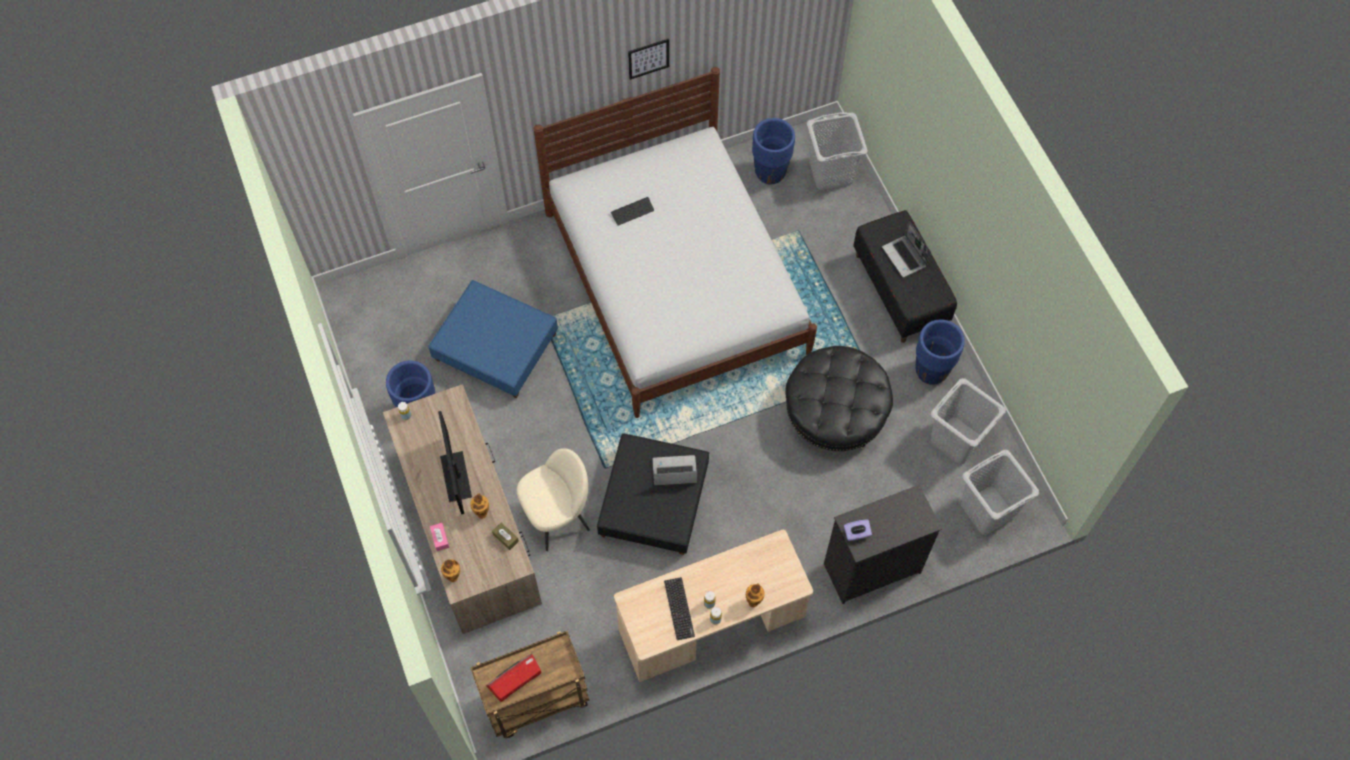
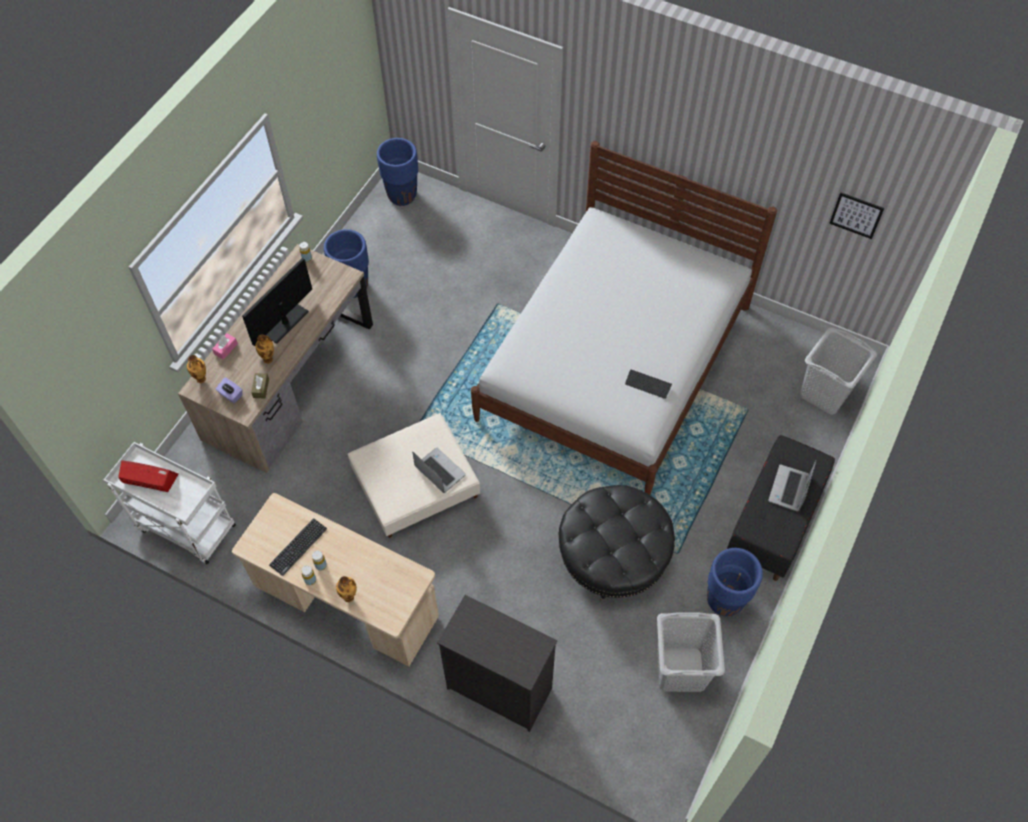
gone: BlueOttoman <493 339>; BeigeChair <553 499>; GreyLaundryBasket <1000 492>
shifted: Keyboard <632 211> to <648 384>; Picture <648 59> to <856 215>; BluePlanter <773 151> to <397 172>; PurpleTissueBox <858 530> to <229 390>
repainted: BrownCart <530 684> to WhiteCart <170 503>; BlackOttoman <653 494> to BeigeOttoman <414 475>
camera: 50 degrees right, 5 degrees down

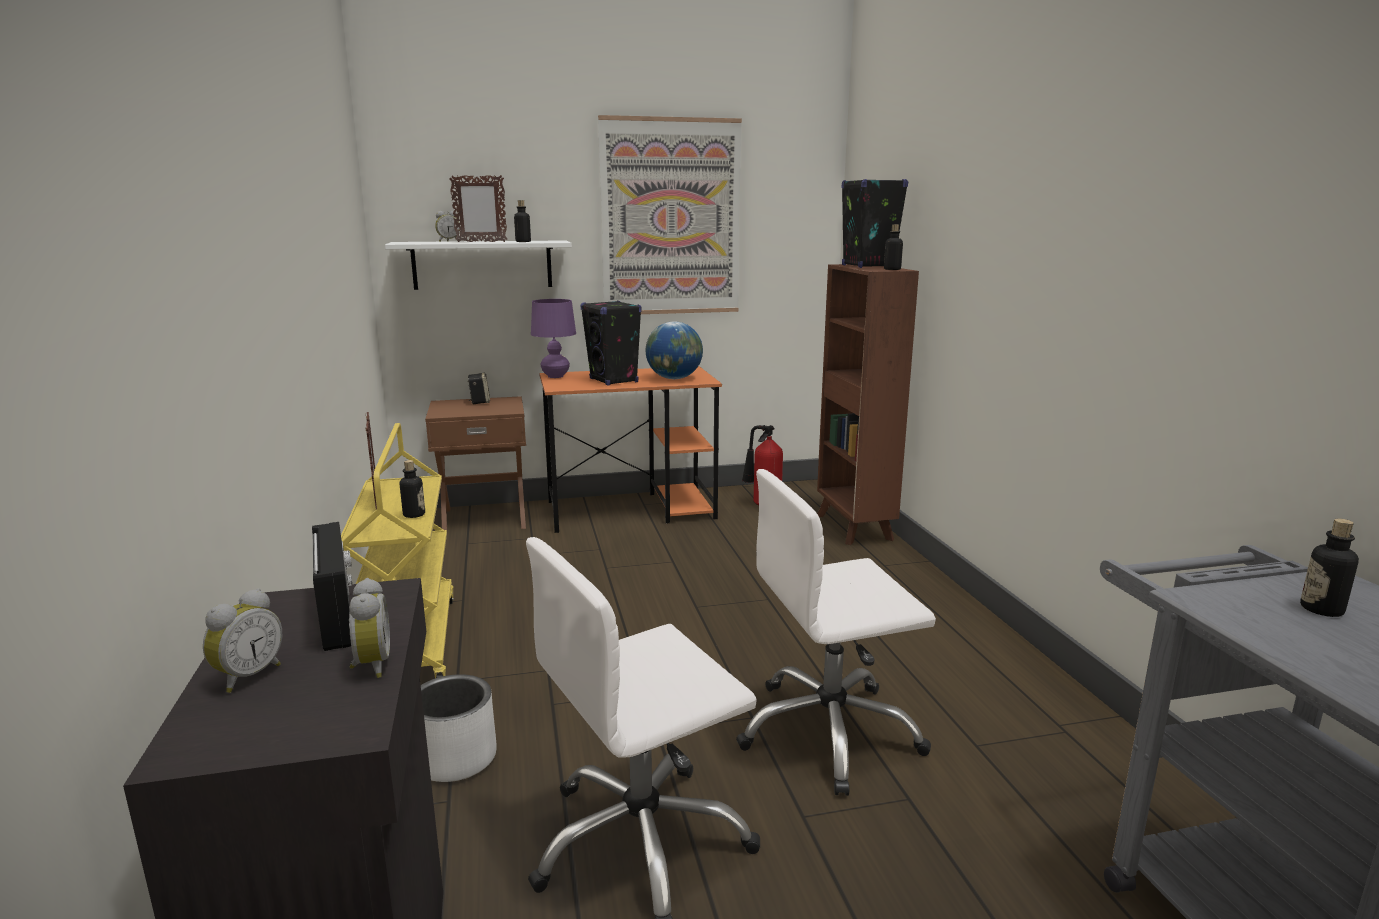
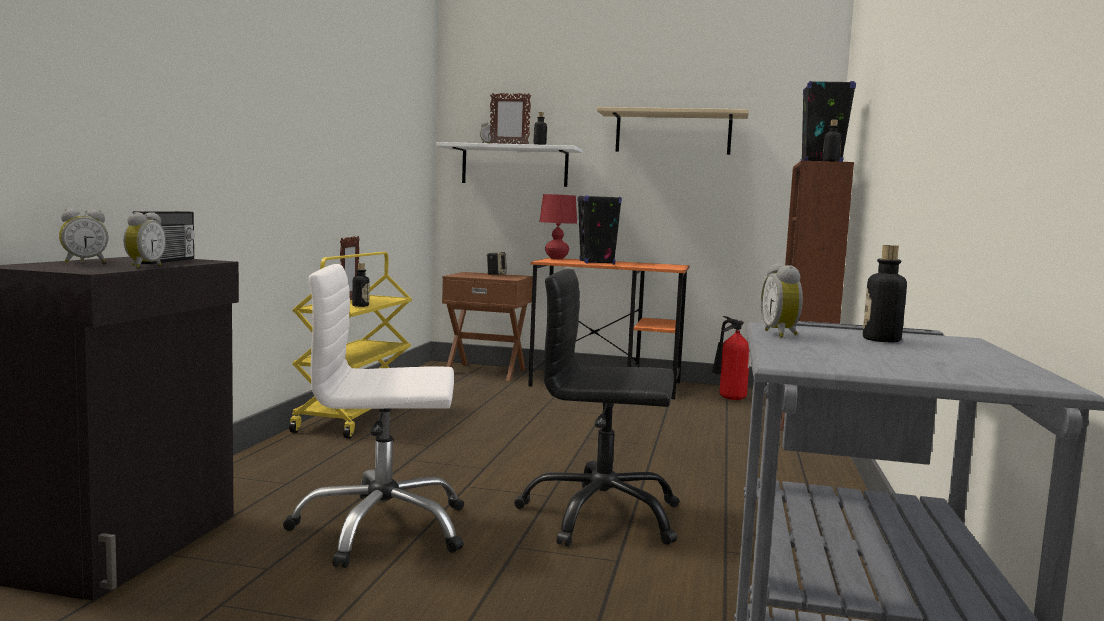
gone: WhitePlanter <459 728>; Globe <674 350>
new: AlarmClock <782 300>
swapped: Picture <670 214> to BeigeShelf <673 131>
repainted: PurpleTableLamp <553 338> to RedTableLamp <558 226>; WhiteOfficeChair <836 632> to BlackOfficeChair <596 408>
camera: 25 degrees right, 10 degrees down

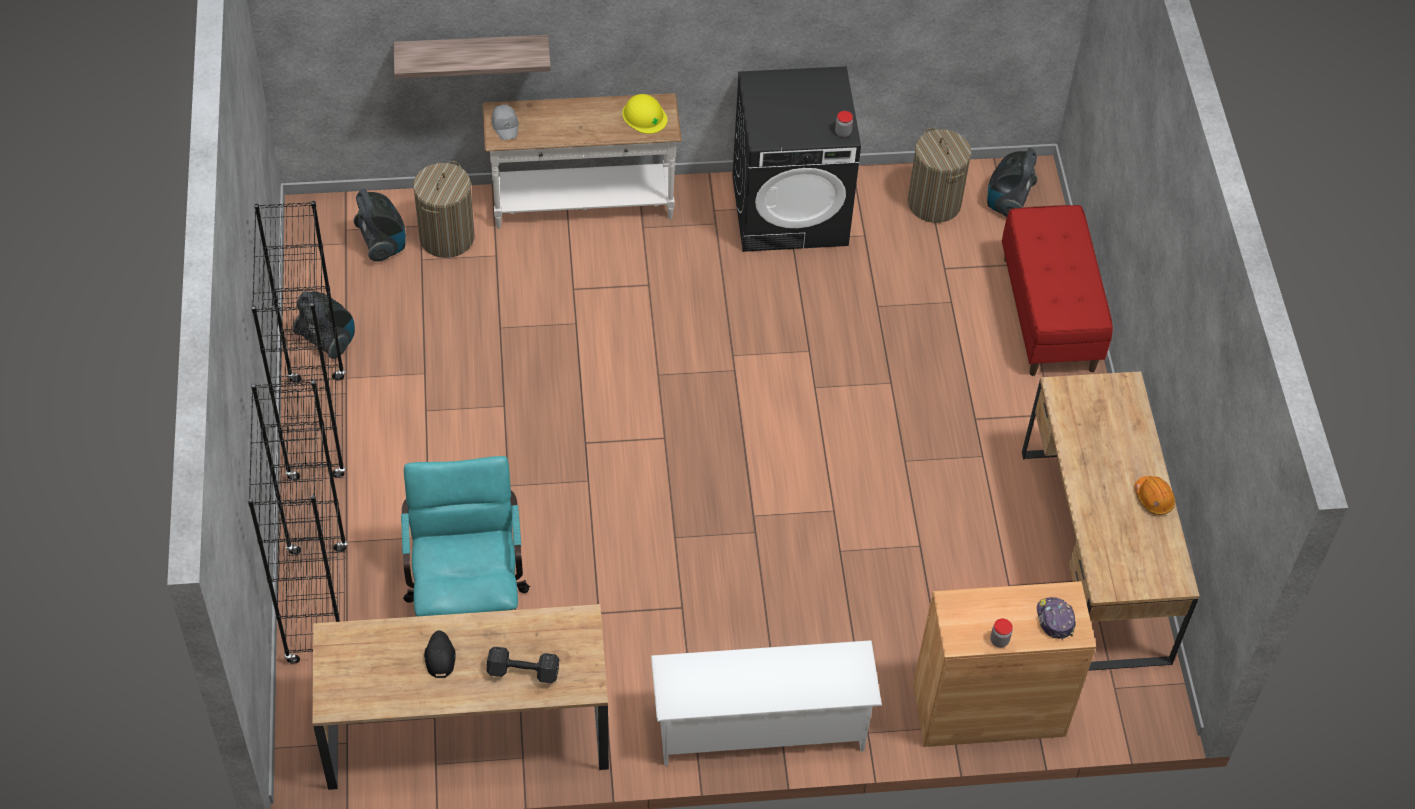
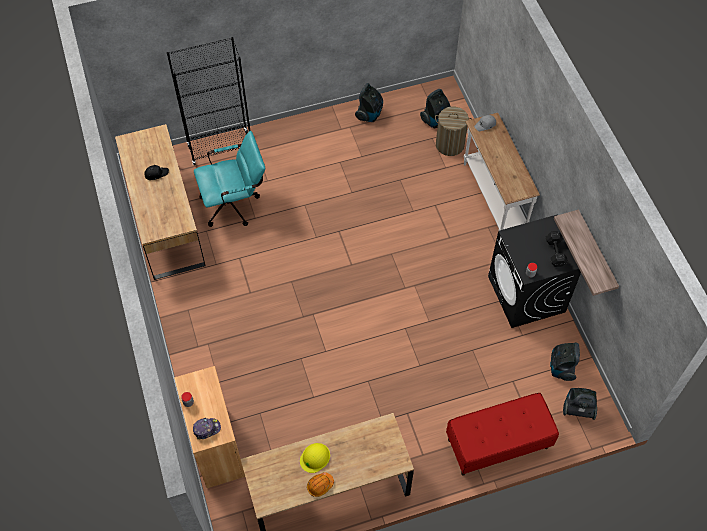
gone: BlackBookcase <298 341>; WhiteShoeRack <766 703>
shifted: Shelf <472 57> to <586 253>; BlackDumbbell <522 665> to <557 249>; YellowHardHat <645 114> to <315 458>
swapped: LaundryBasket <939 175> to VacuumCleaner <565 362>
camera: 80 degrees right, 5 degrees up

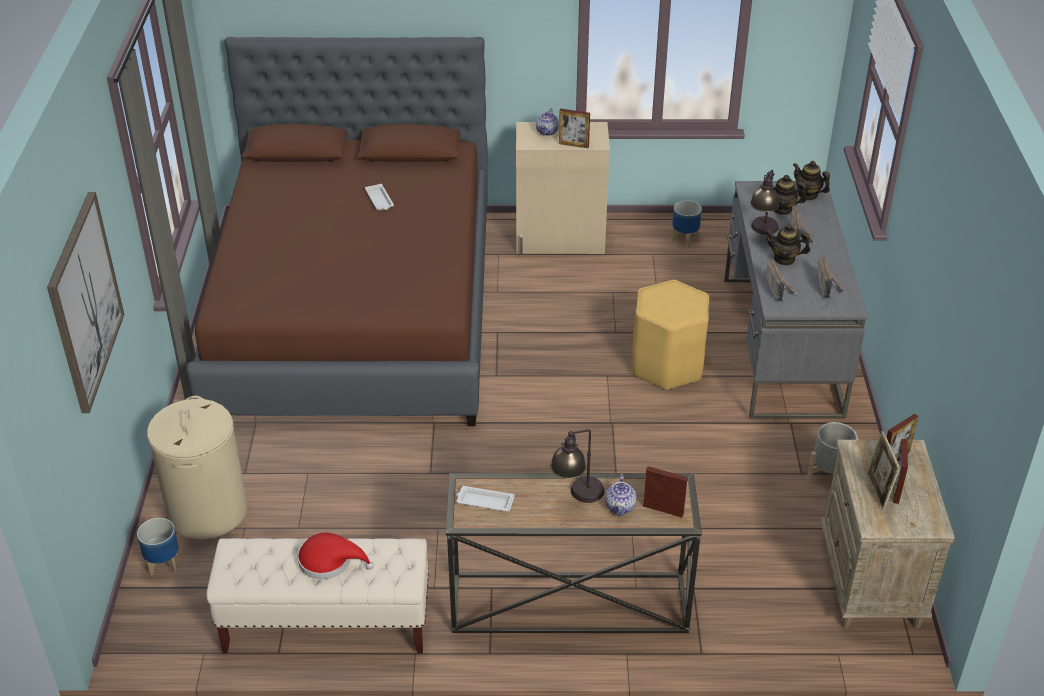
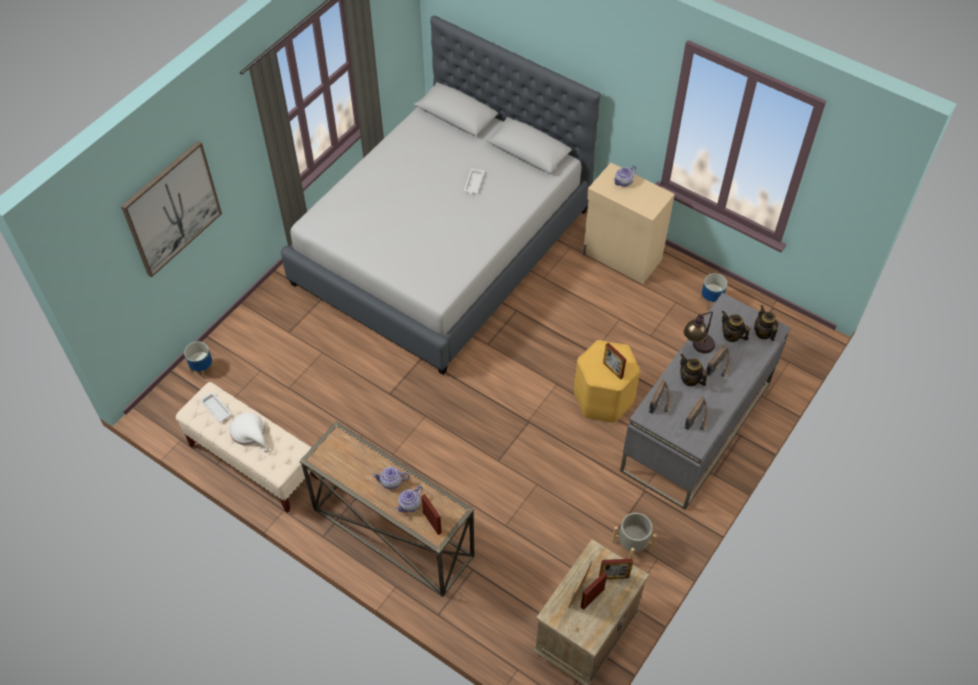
gone: BeigeLaundryBasket <197 467>
shifted: WhiteTray <485 499> to <216 407>; PictureFrame <574 128> to <614 361>
swapped: TableLamp <577 466> to Teapot <391 478>
repainted: BrownBed <337 231> to GreyBed <441 195>; RedHat <336 556> to WhiteHat <249 433>
camera: 35 degrees right, 15 degrees up

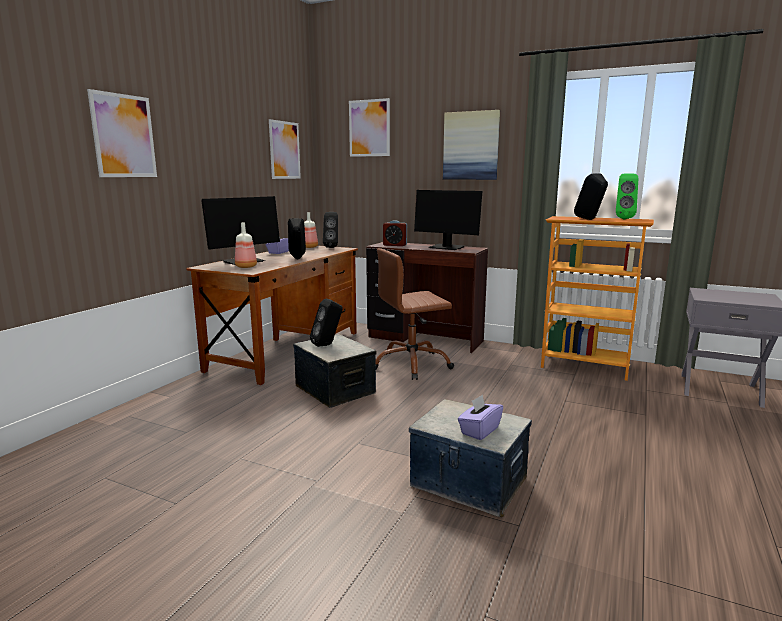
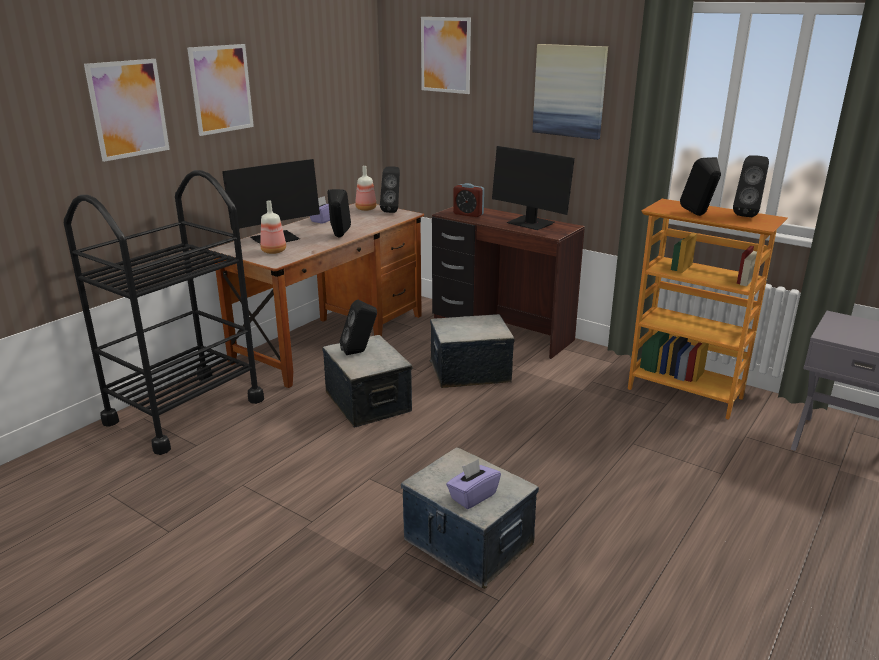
new: BlackCart <164 312>
shifted: Picture <285 149> to <220 90>
swapped: BrownOfficeChair <415 314> to StorageBox <472 351>
repainted: GreenSpeaker <627 196> to BlackSpeaker <751 186>
camera: 10 degrees right, 10 degrees up

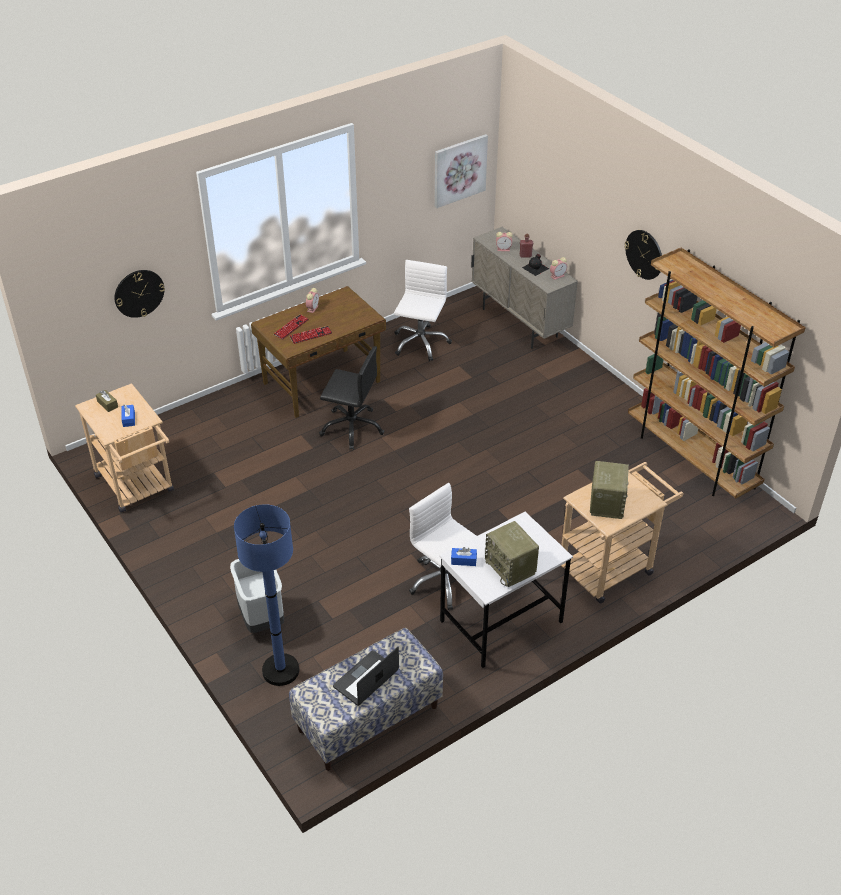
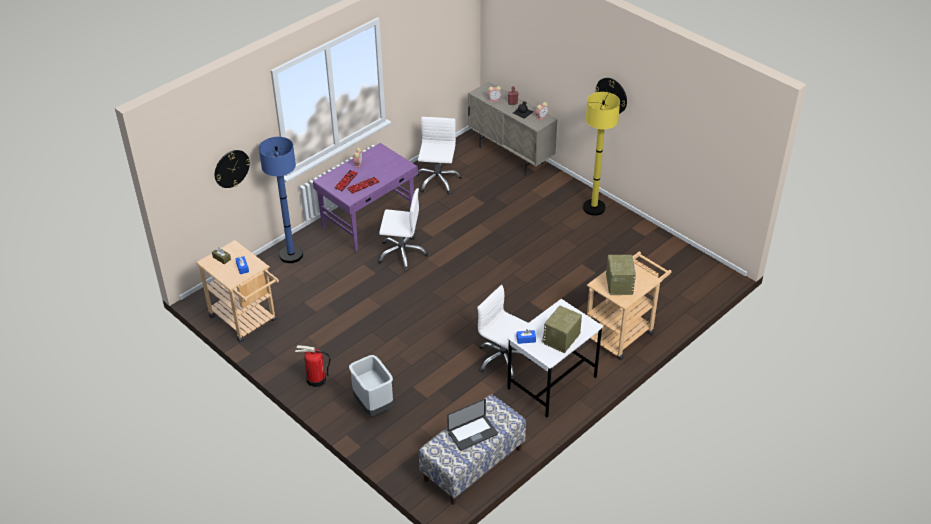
gone: Picture <461 171>; BrownBookcase <717 373>
new: FireExtinguisher <313 366>; YellowFloorLamp <601 154>
shifted: BlueFloorLamp <266 595> to <281 200>
repainted: BrownDesk <318 352> to PurpleDesk <365 197>; BlackOfficeChair <352 398> to WhiteOfficeChair <403 229>
rotated: Laptop <366 676> = <472 425> 150 degrees counterclockwise; Radio <512 554> = <562 329> 75 degrees clockwise
camera: 10 degrees left, 0 degrees up

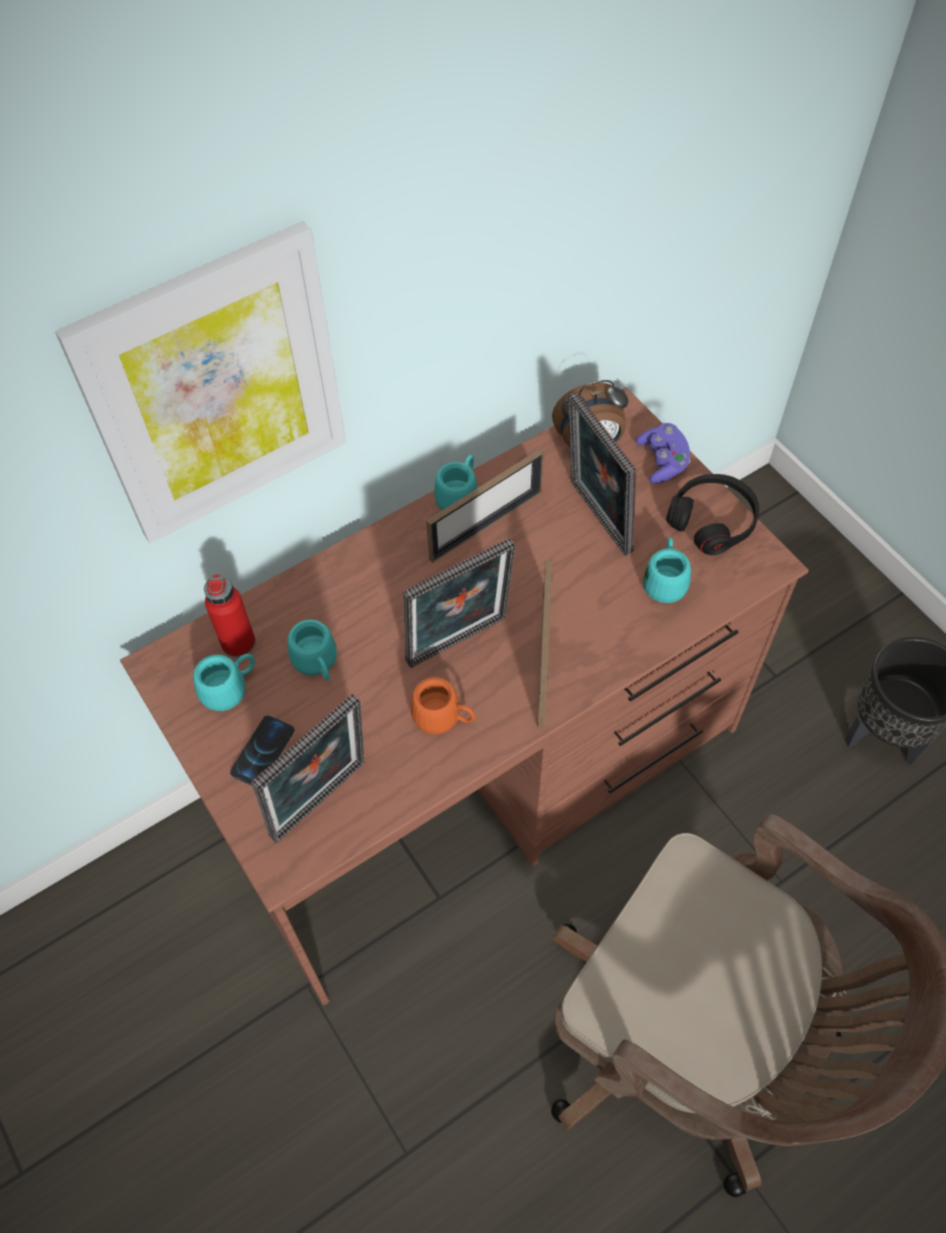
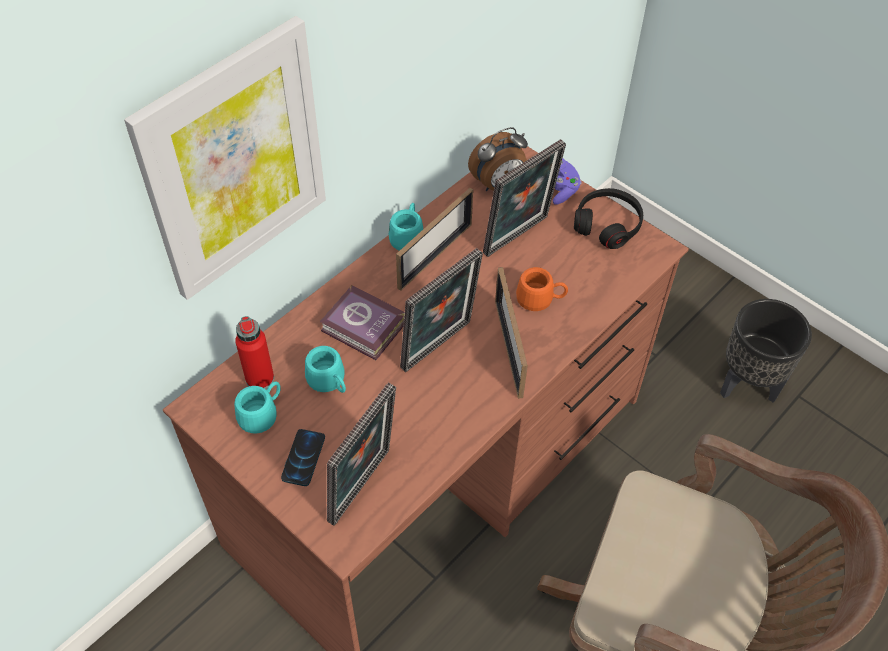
gone: TurquoiseMug <667 570>
new: Book <362 322>
shifted: OrangeMug <443 705> to <542 289>
rotated: PictureFrame <602 474> = <524 198> 90 degrees counterclockwise
camera: 15 degrees left, 5 degrees down

